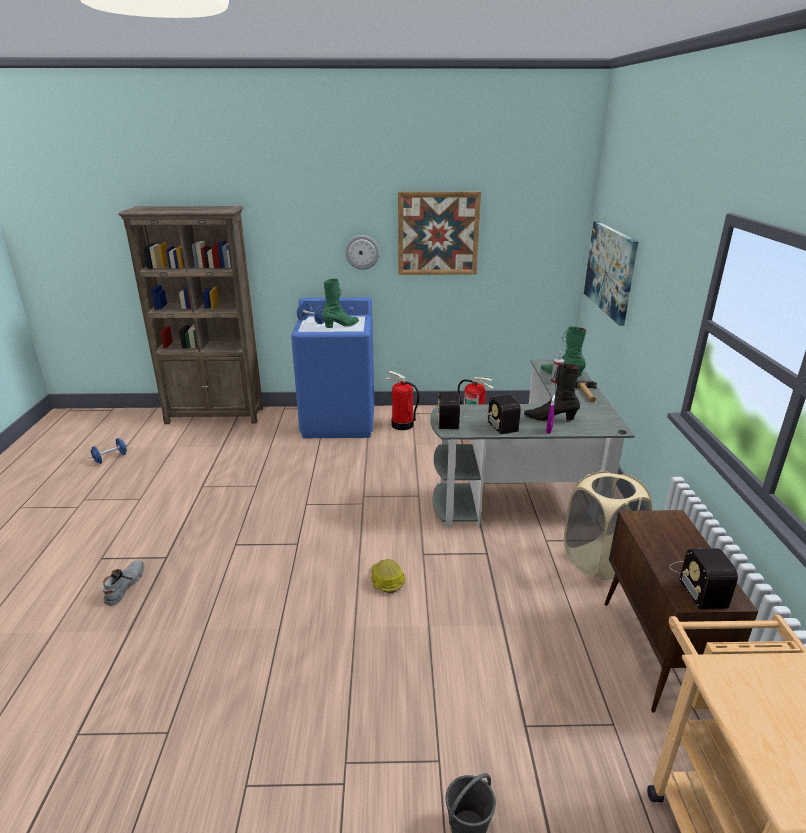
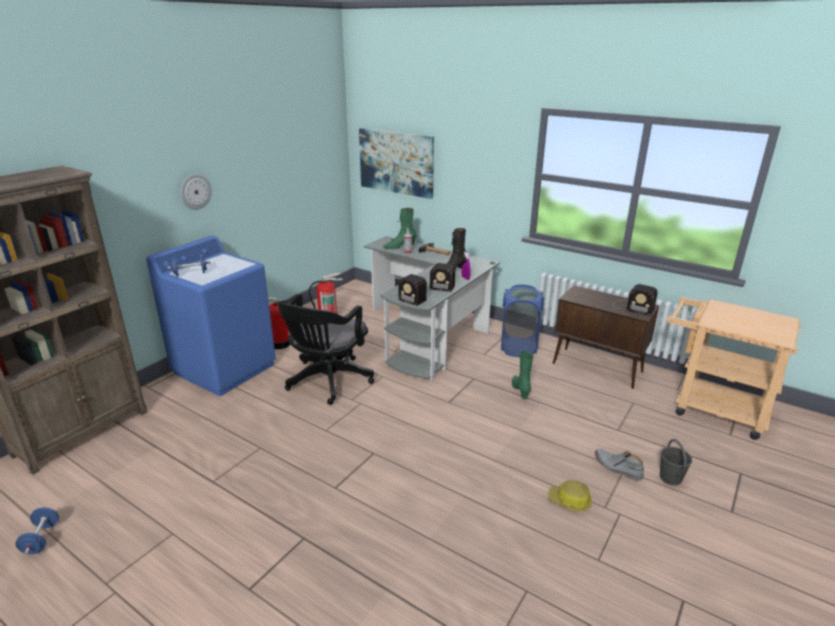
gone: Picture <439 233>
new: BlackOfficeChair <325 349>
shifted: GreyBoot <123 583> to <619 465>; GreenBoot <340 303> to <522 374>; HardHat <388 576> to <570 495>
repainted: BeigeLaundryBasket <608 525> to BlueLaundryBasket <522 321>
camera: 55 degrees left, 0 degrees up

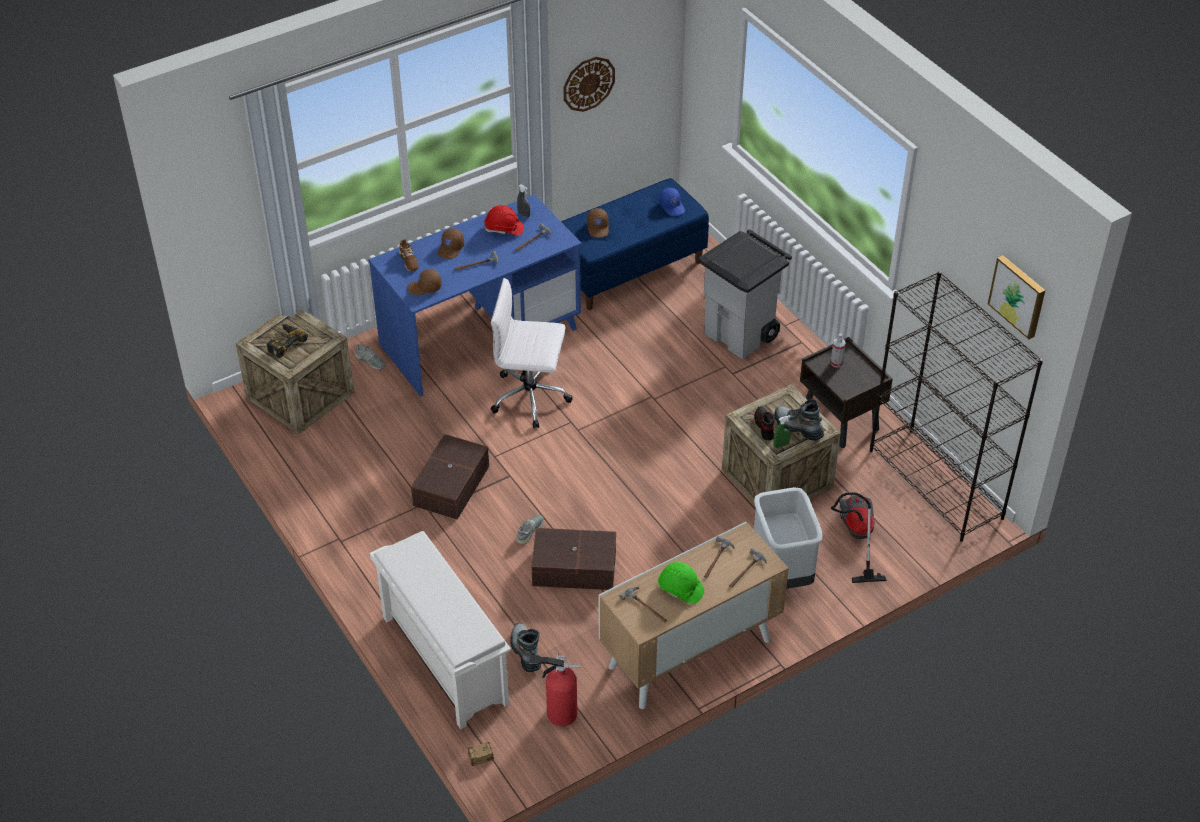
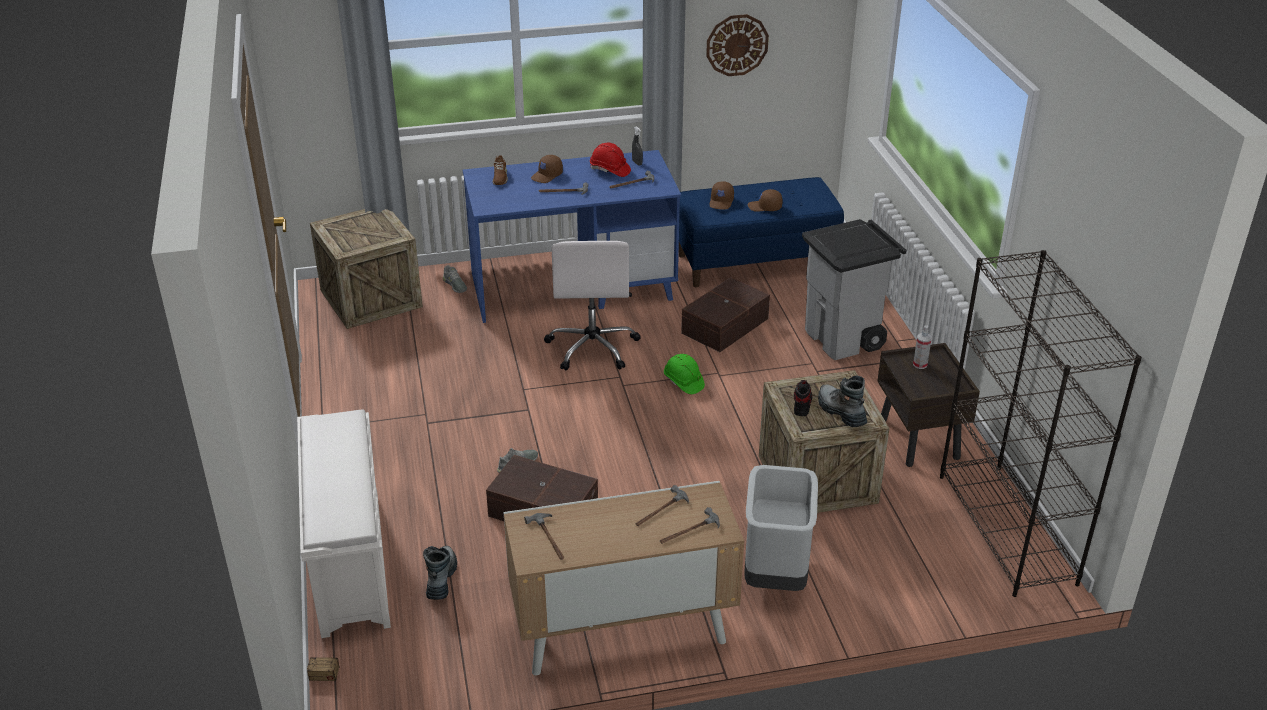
gone: PowerDrill <287 341>; FireExtinguisher <554 689>; BlueCap <672 202>; GreenSprayBottle <782 431>; VacuumCleaner <859 537>; Picture <1016 297>
shifted: BrownCap <424 282> to <765 200>; BrownStorageBox <450 477> to <725 314>; GreenHardHat <681 583> to <684 374>
rotated: WhiteOfficeChair <532 353> = <592 305> 120 degrees counterclockwise
camera: 20 degrees right, 10 degrees down

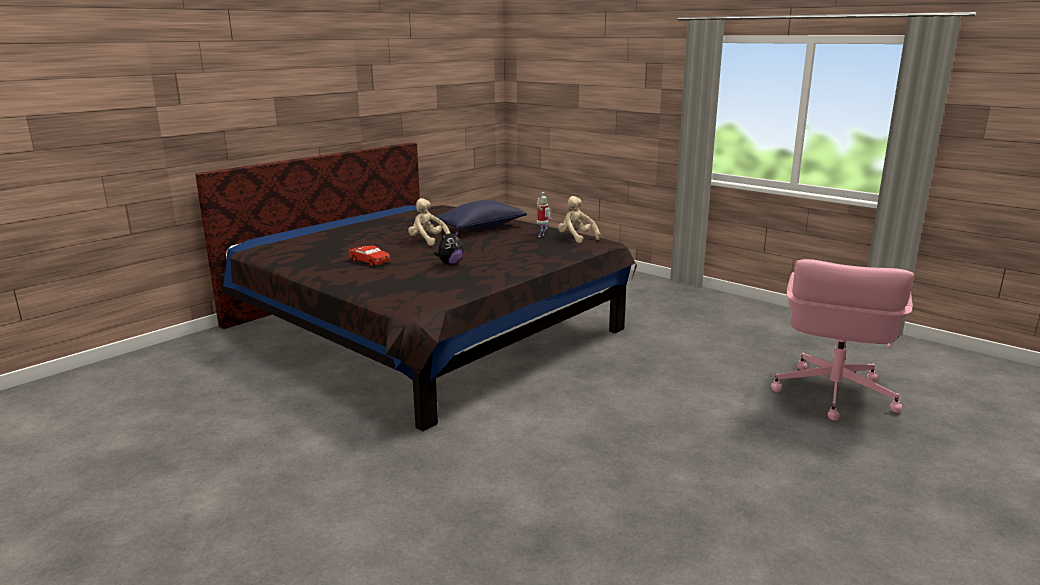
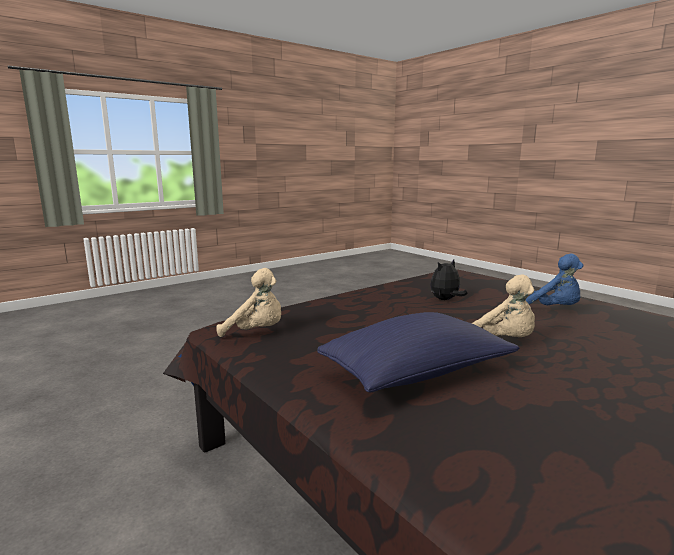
gone: ToyRobot <544 214>; PinkOfficeChair <842 340>
swapped: RedToyCar <370 255> to BluePlushToy <554 279>
rotated: BeigePlushToy <579 219> = <248 302> 45 degrees counterclockwise
camera: 170 degrees left, 5 degrees down

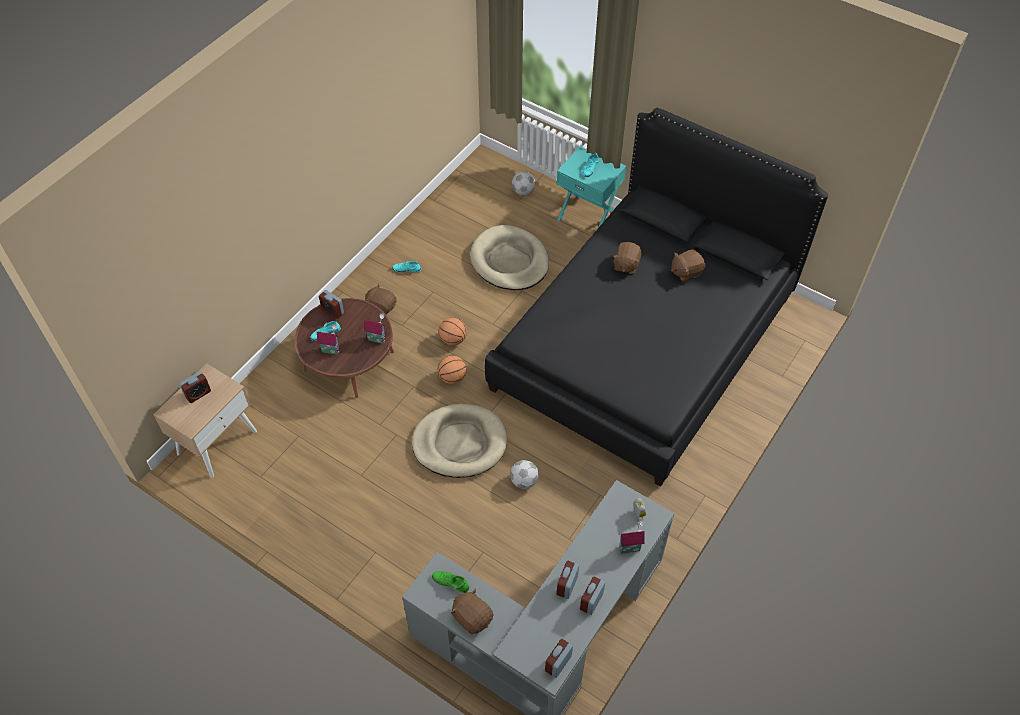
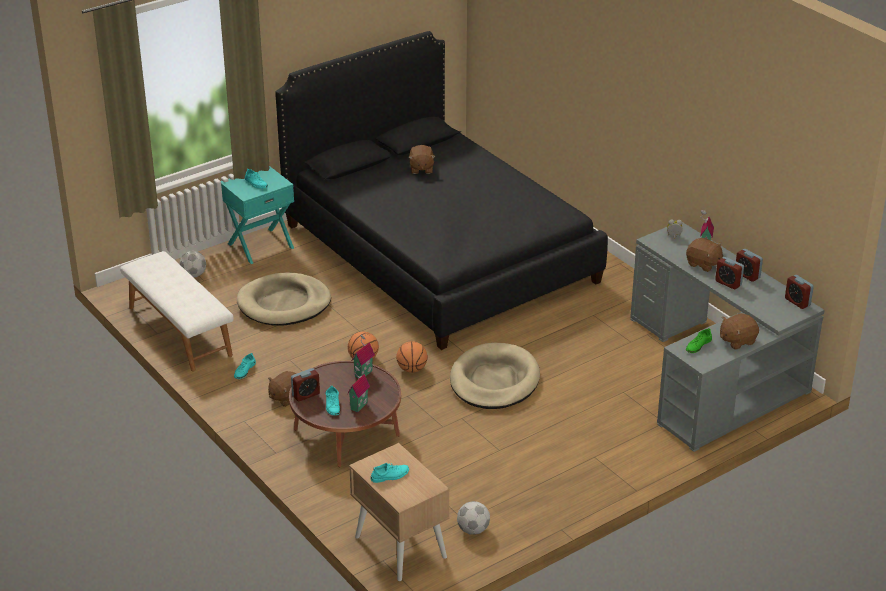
new: WhiteBench <176 311>
shifted: Football <524 474> to <473 518>; BrownPlushToy <627 258> to <704 255>
swapped: AlarmClock <195 387> to TurquoiseShoe <390 473>
camera: 70 degrees left, 20 degrees down

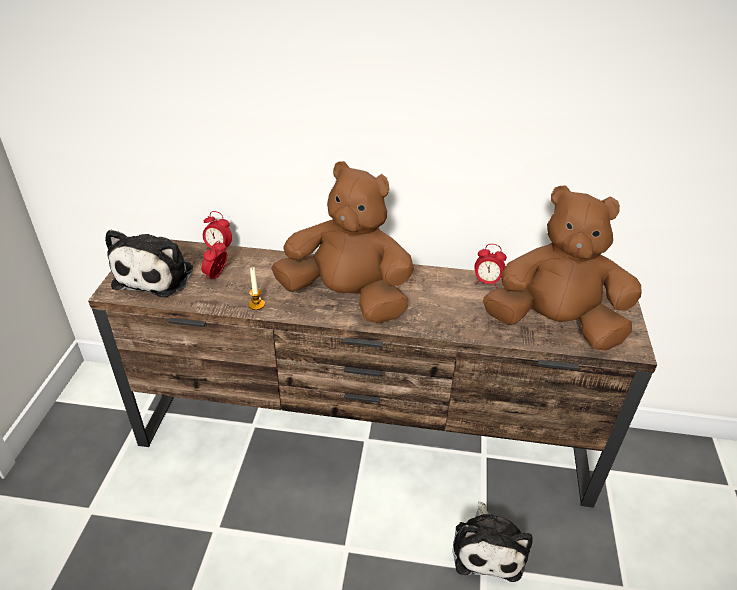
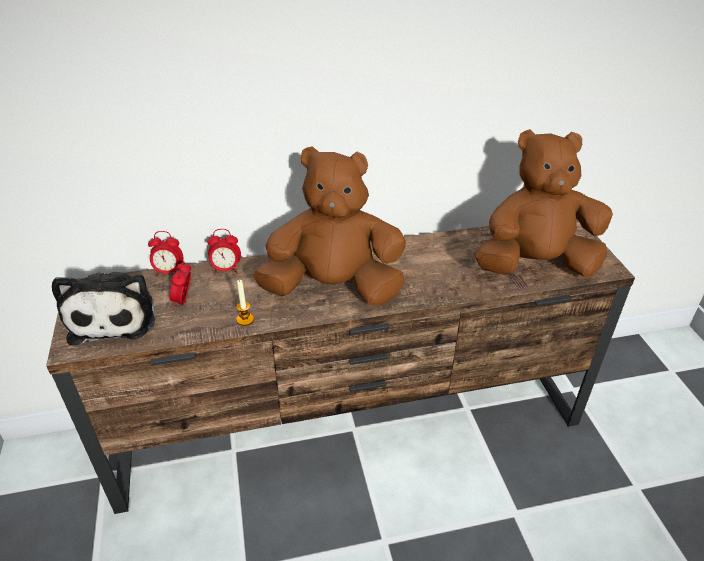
gone: PlushToy <492 541>
shifted: AlarmClock <490 266> to <224 251>
camera: 20 degrees left, 0 degrees up

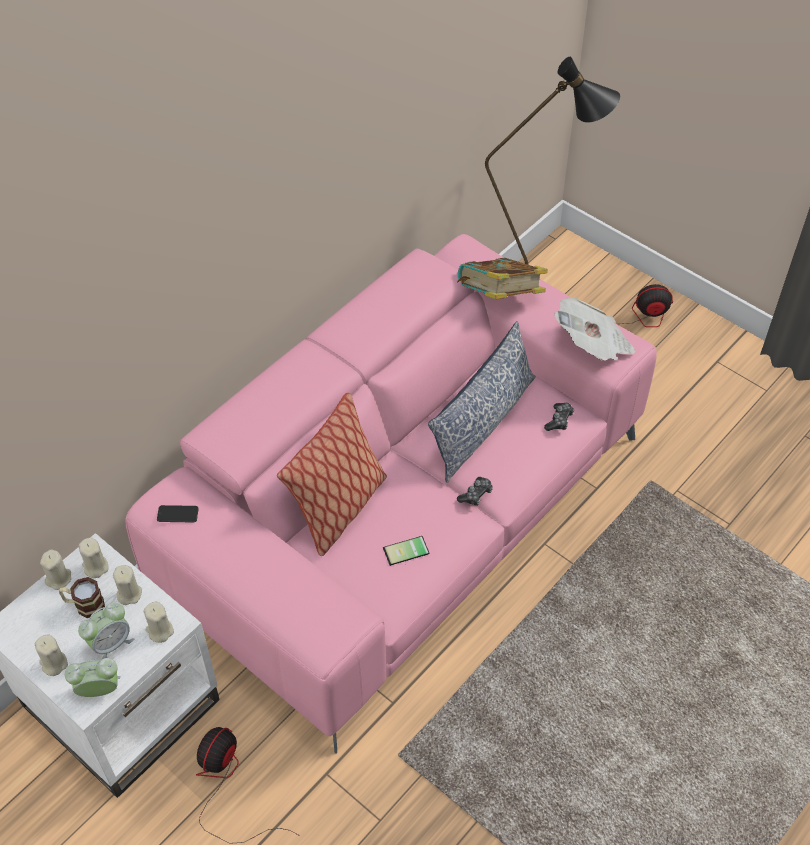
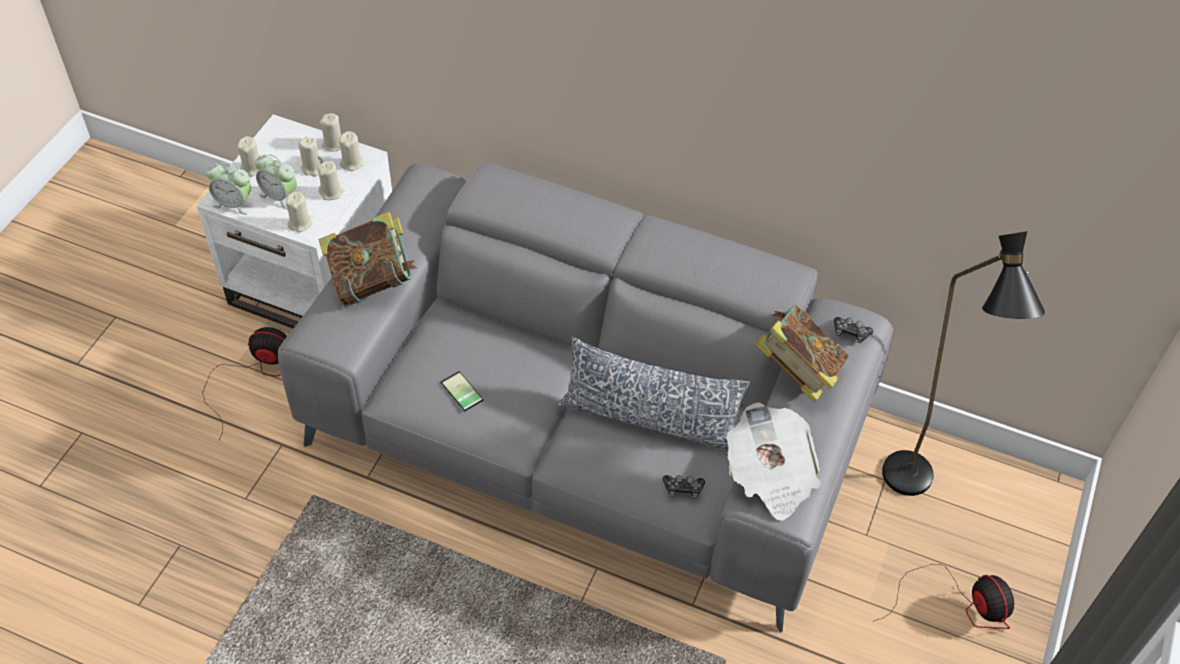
gone: Phone <178 513>; Pillow <332 474>
new: Book <368 258>
shifted: GameController <475 491> to <853 330>
swapped: Mug <82 597> to BeigeCandle <310 157>
repainted: PinkSofa <391 493> to GreySofa <586 397>
rotated: AlarmClock <93 677> = <228 188> 135 degrees clockwise
camera: 70 degrees right, 0 degrees up

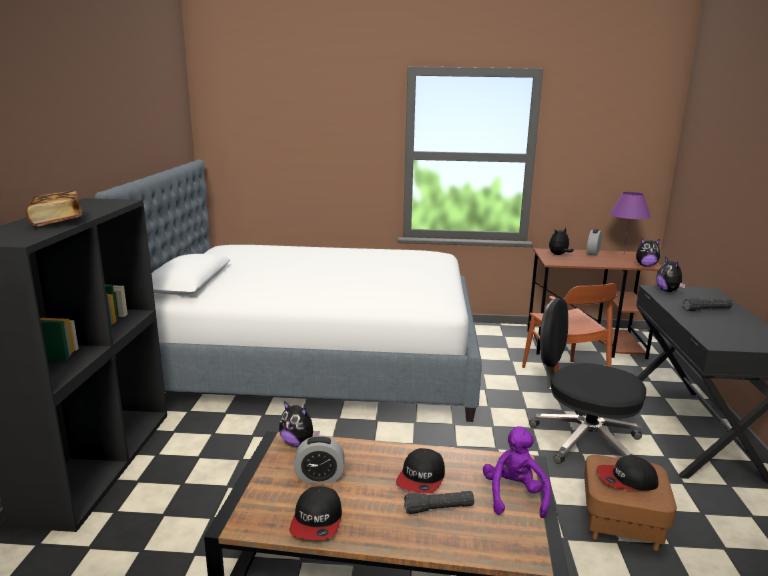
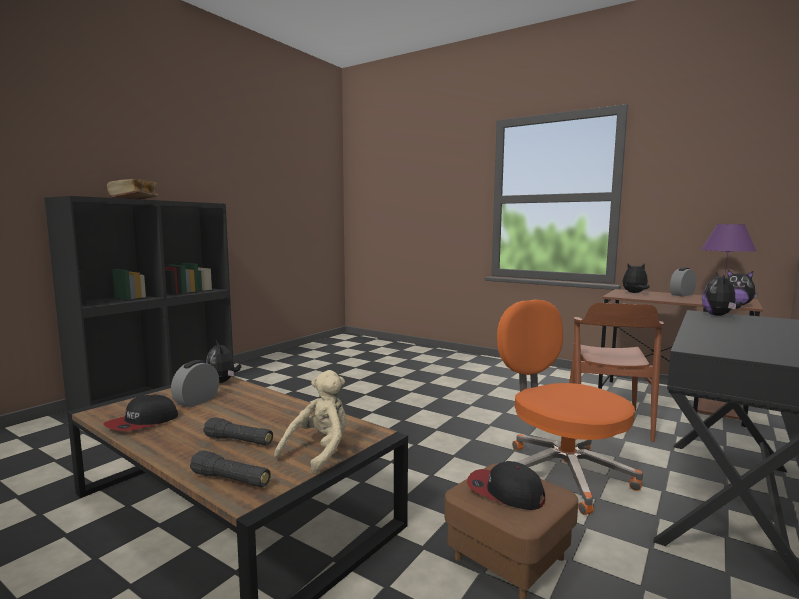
gone: Bed <288 290>; Cap <420 471>
shifted: BlackFlashlight <708 304> to <230 469>
repainted: PurplePlushToy <517 472> to BeigePlushToy <310 422>; BlackOfficeChair <587 381> to OrangeOfficeChair <570 407>
rotated: AlarmClock <319 459> = <195 384> 90 degrees clockwise
camera: 30 degrees right, 10 degrees down

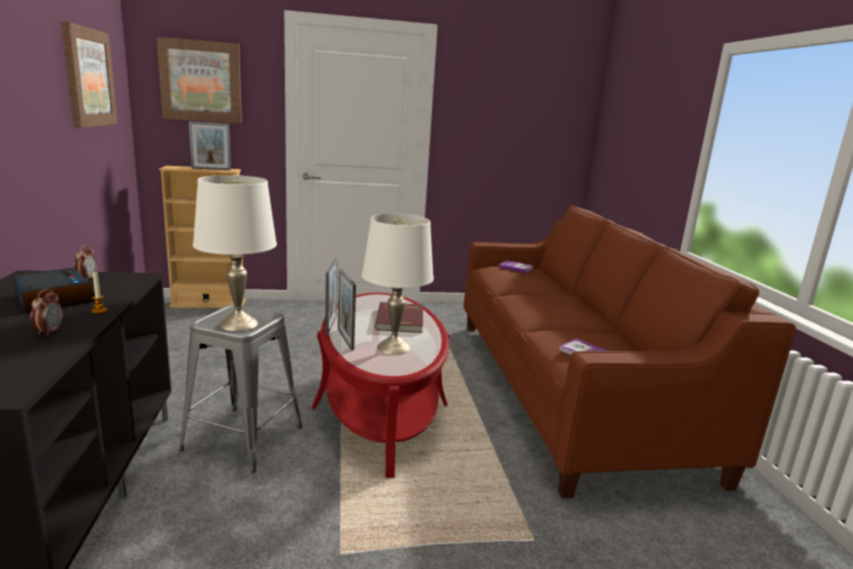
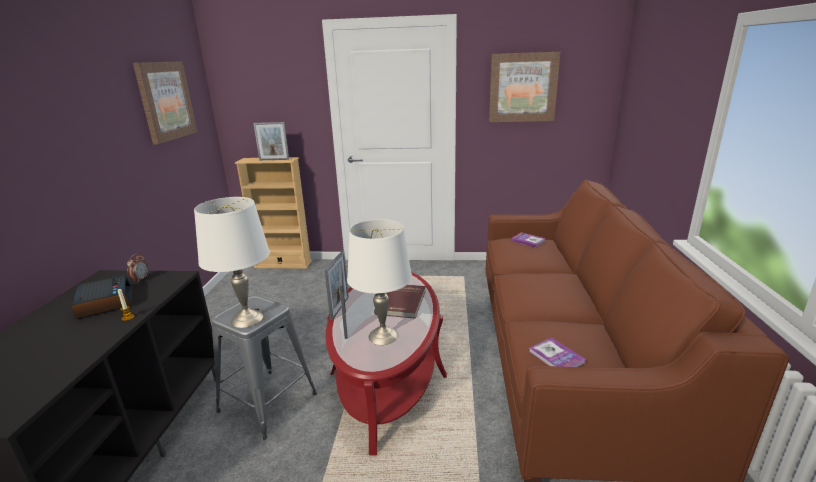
gone: AlarmClock <47 312>
shifted: Picture <199 80> to <524 87>
camera: 15 degrees right, 5 degrees up

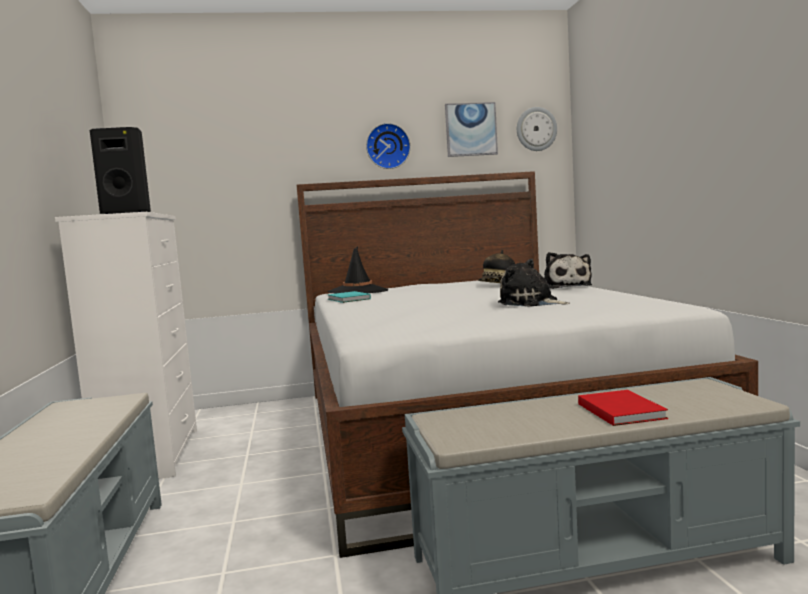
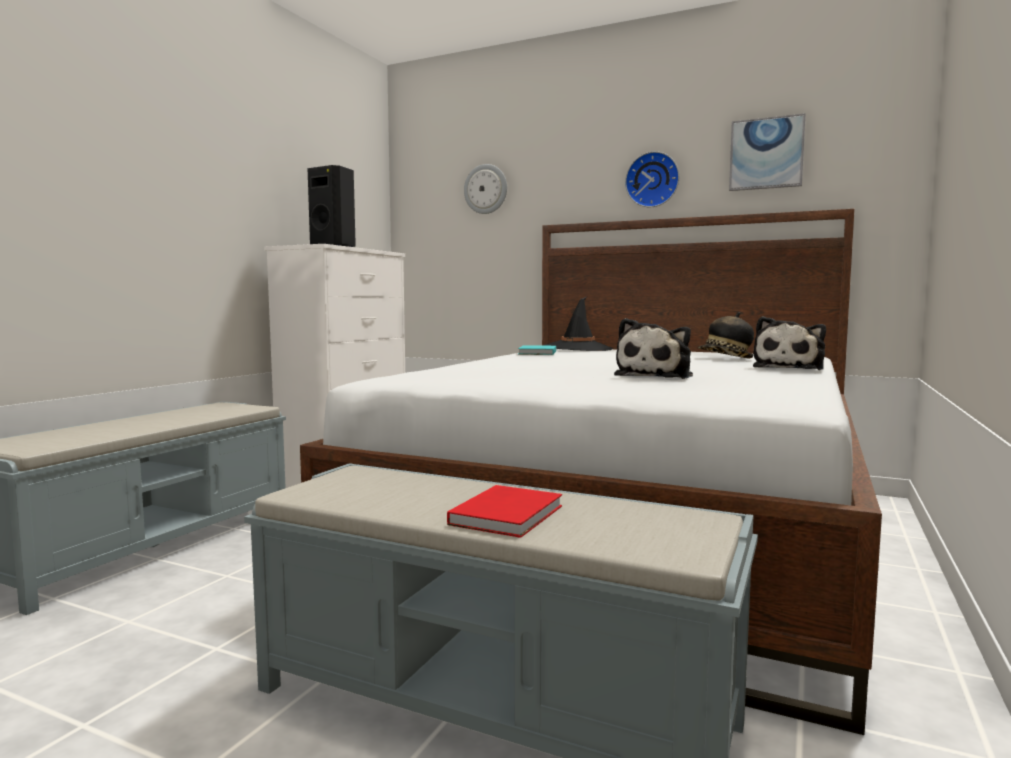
shifted: WallClock <537 129> to <485 189>
rotated: PlushToy <534 283> = <653 348> 135 degrees counterclockwise
camera: 35 degrees right, 0 degrees up

